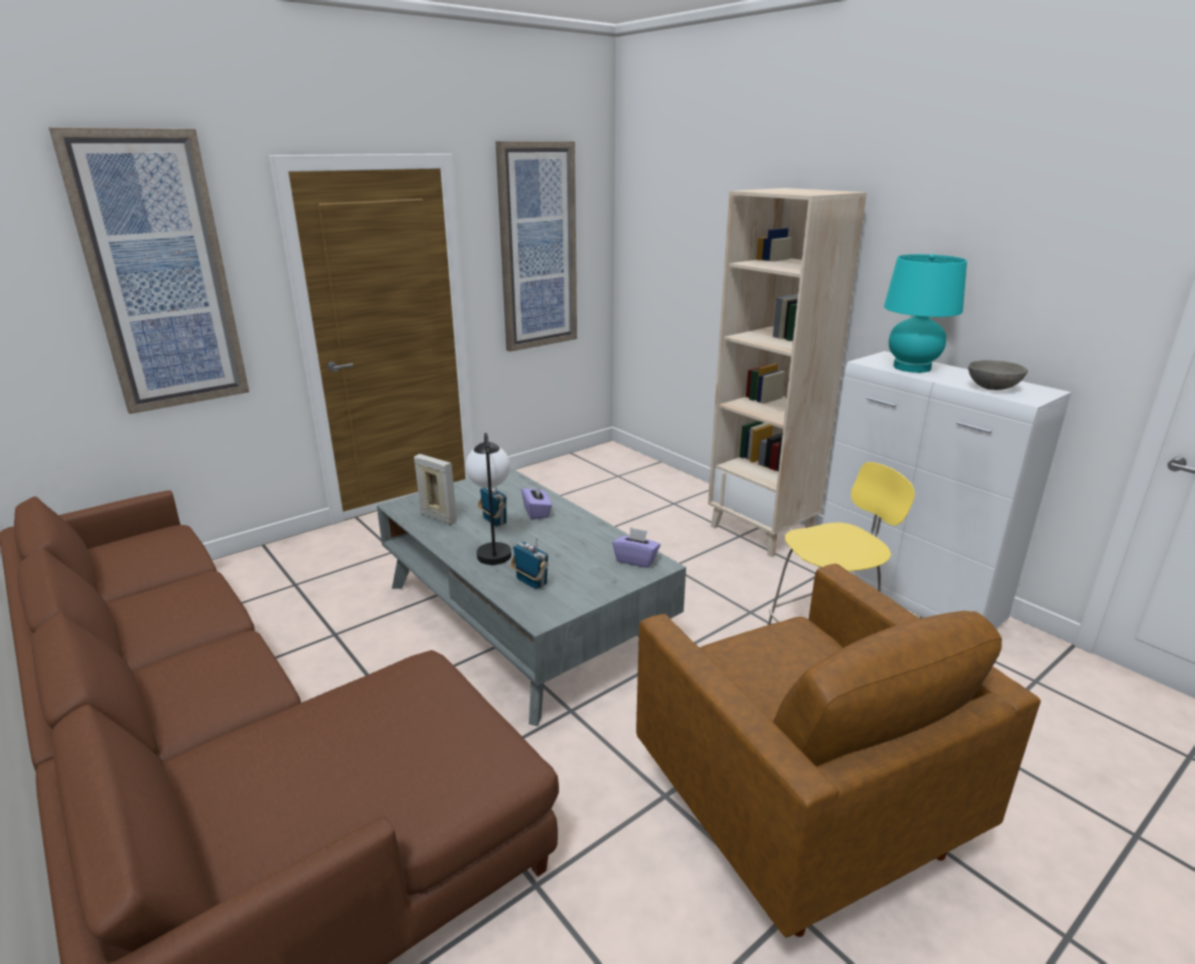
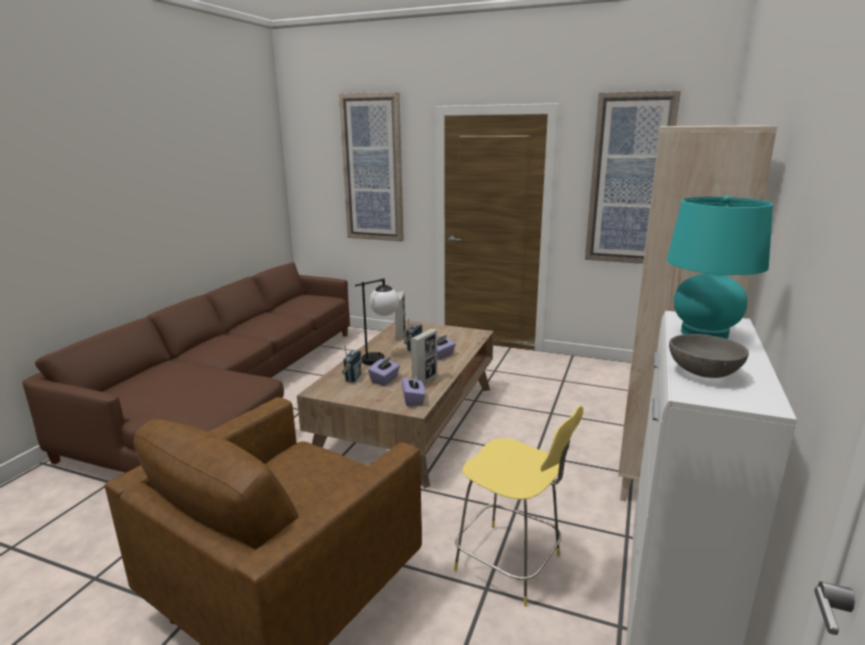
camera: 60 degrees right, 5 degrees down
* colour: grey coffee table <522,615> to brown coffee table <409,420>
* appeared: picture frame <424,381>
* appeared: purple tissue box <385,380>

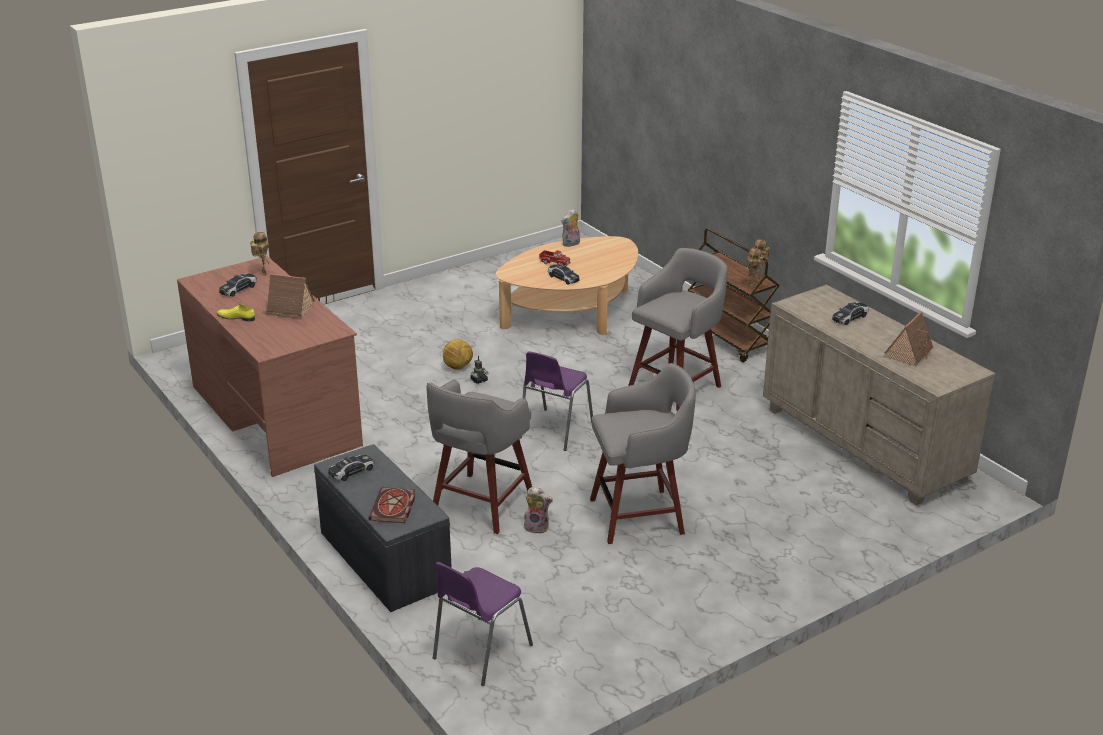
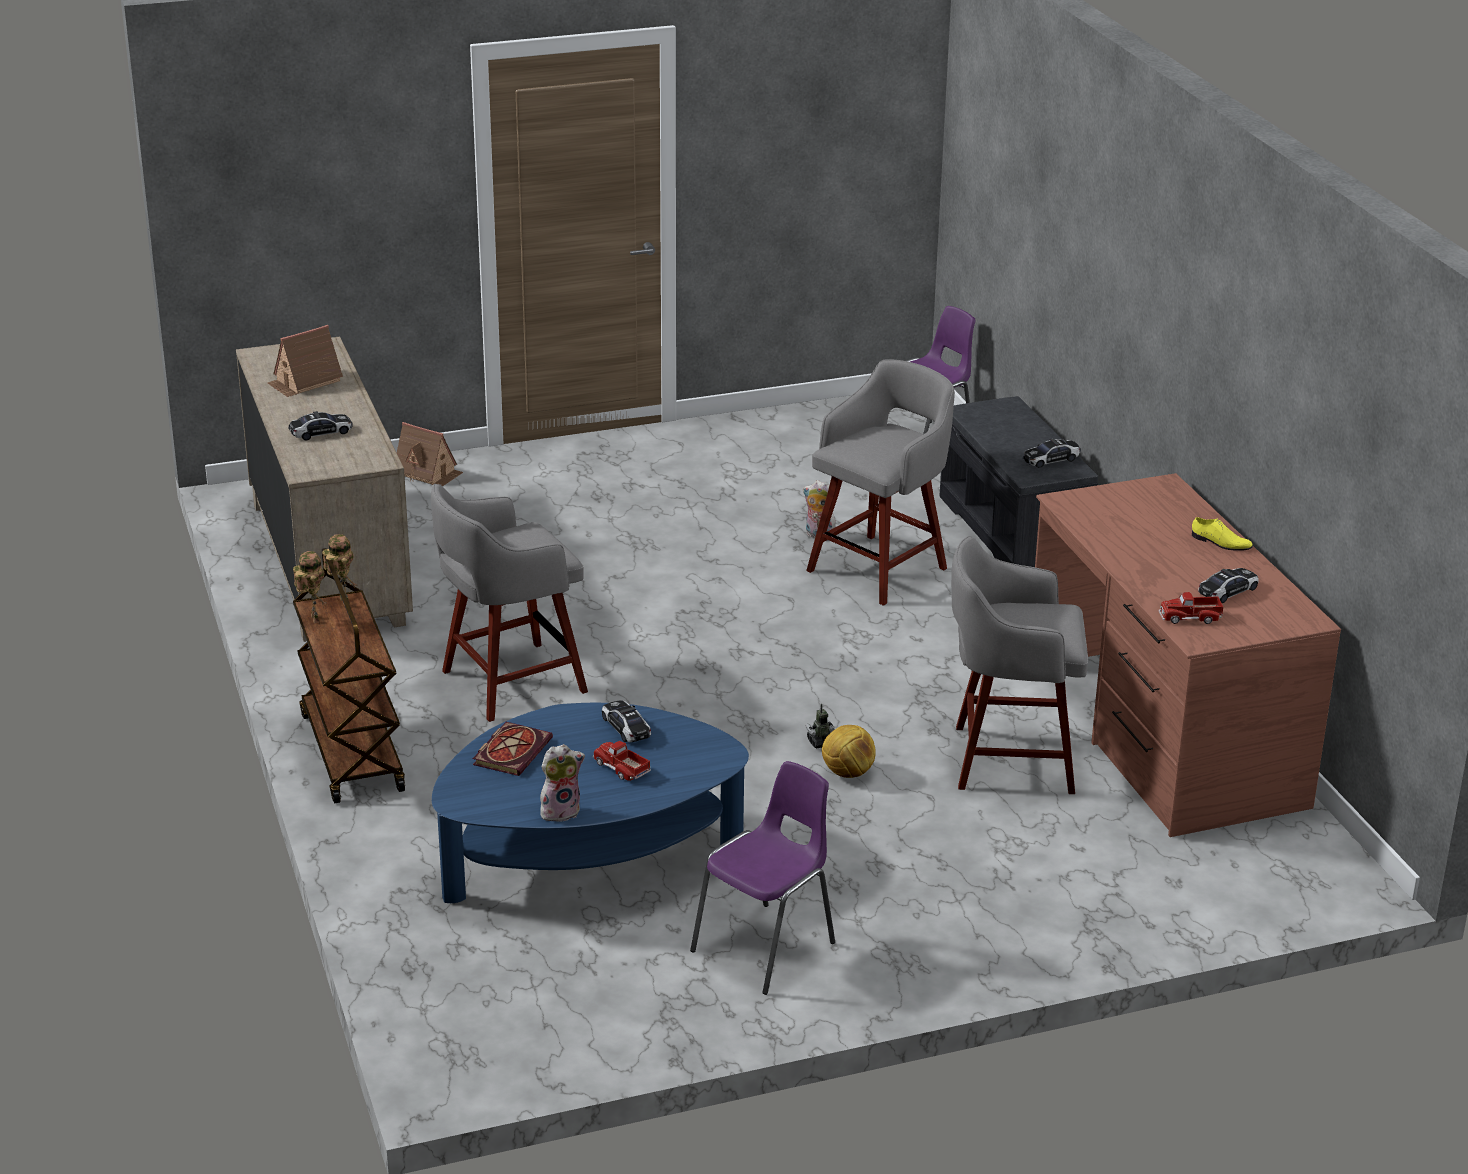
camera: 165 degrees left, 0 degrees up
* exchanged: toy robot <263,273> to toy truck <1190,617>
* colour: beige coffee table <572,313> to blue coffee table <588,856>
* relocated: toy house <288,310> to <428,473>
* relocated: purple chair <554,431> to <767,946>
* relocated: grey stool <640,516> to <1008,759>
* relocated: book <393,508> to <512,751>

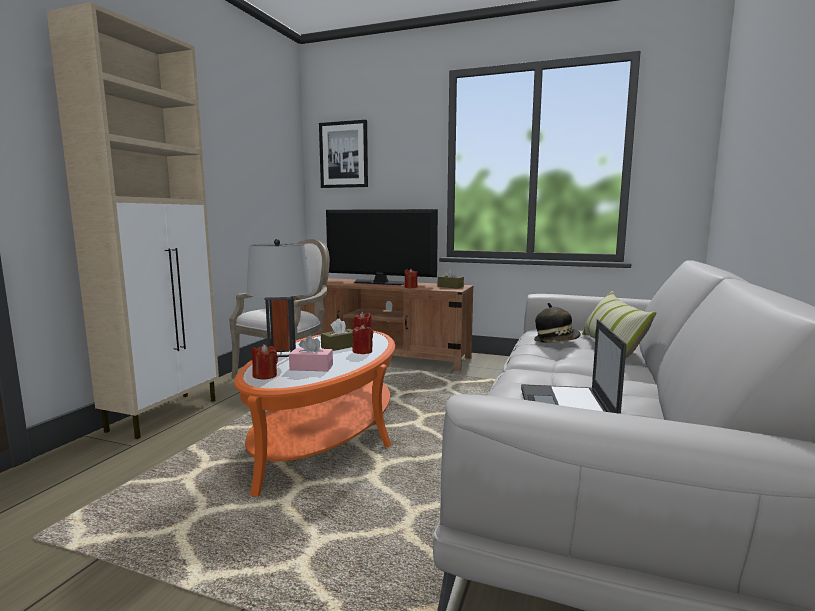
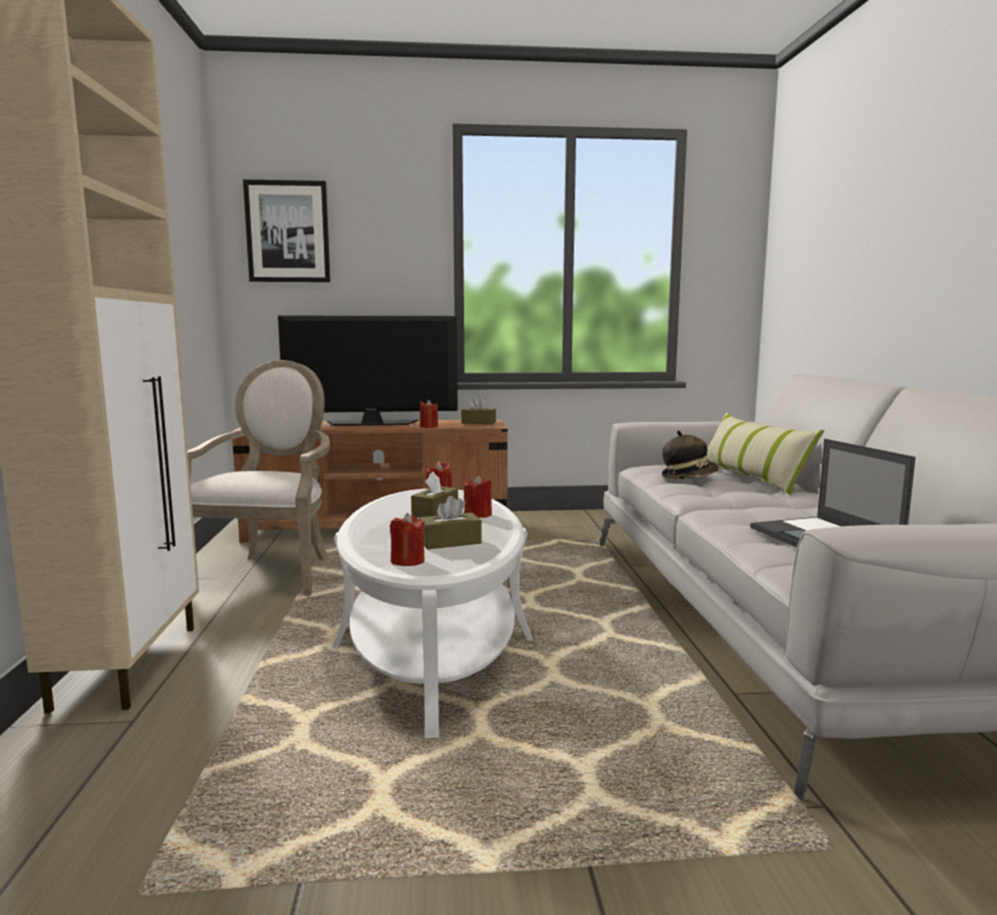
camera: 25 degrees left, 0 degrees up
* missing: grey table lamp <282,353>
* colour: orange coffee table <327,436> to white coffee table <434,643>
* colour: pink tissue box <311,367> to brown tissue box <450,542>

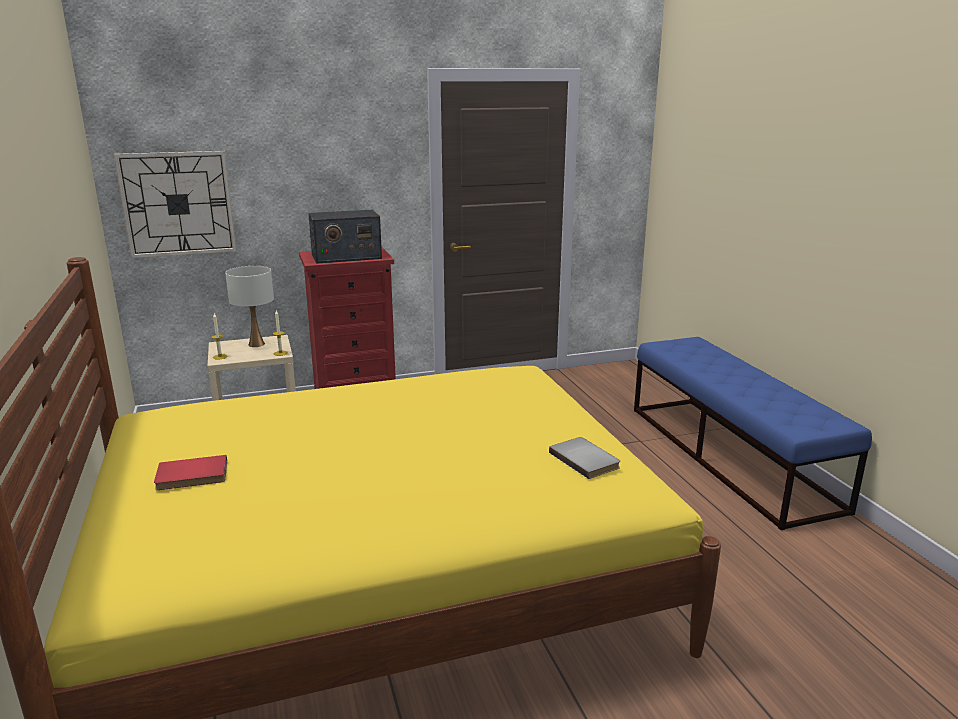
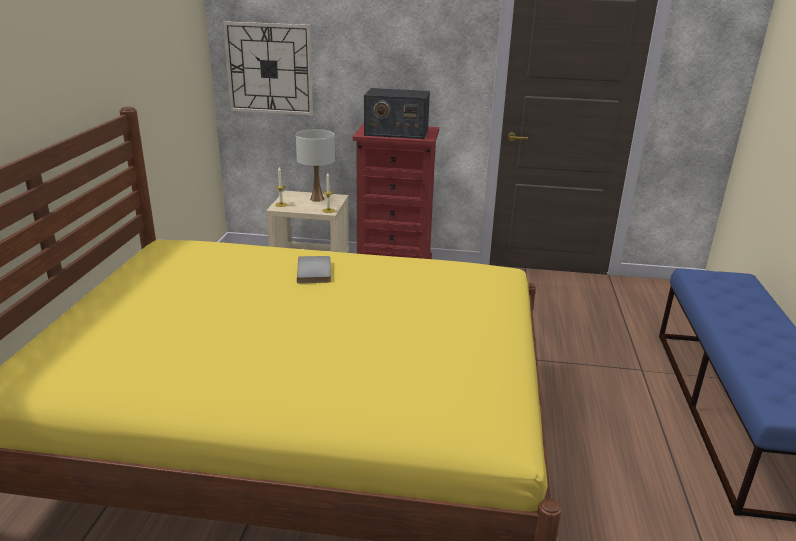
camera: 25 degrees right, 5 degrees up
* relocated: grey book <586,459> to <316,271>
* missing: red book <192,476>

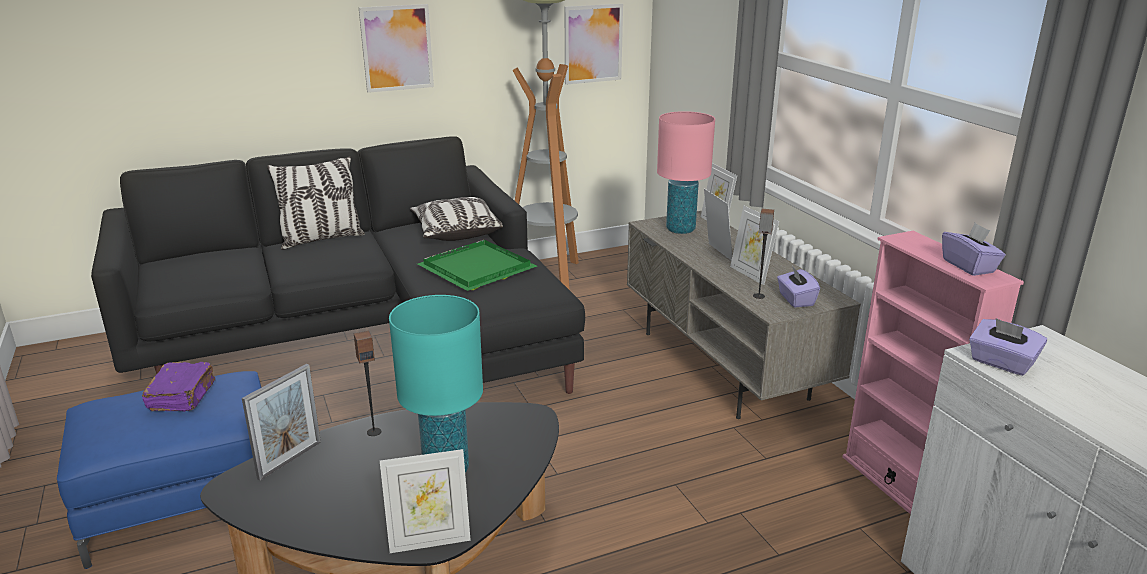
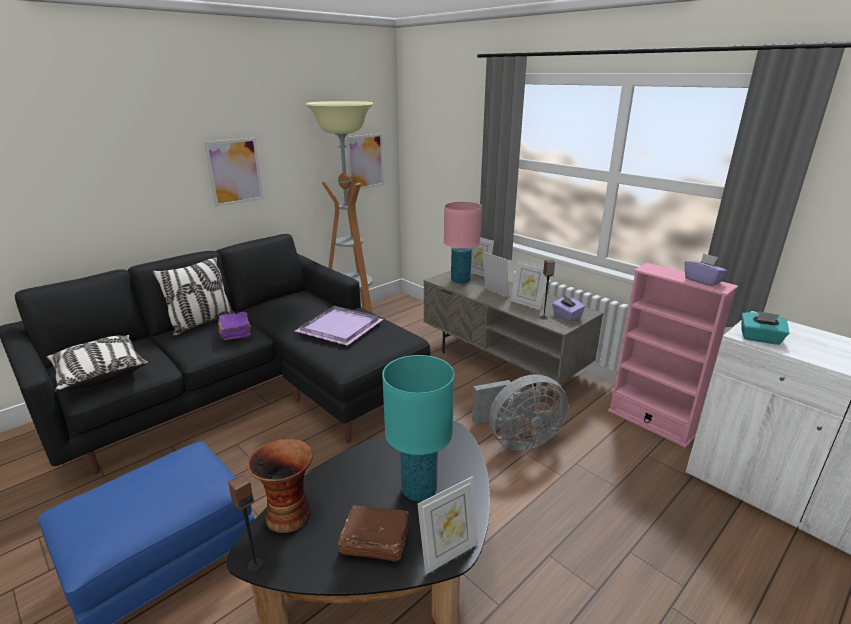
camera: 20 degrees left, 0 degrees up
* relocated: pillow <456,232> to <99,373>
* colour: green tray <476,269> to purple tray <340,328>
* colour: purple tissue box <1001,363> to turquoise tissue box <760,338>
* relocated: speaker <374,432> to <255,564>
* relocated: purple book <183,397> to <236,332>
* exchanged: picture frame <290,460> to vase <288,514>
* appeared: grey fan <517,440>
* appeared: brown book <374,542>

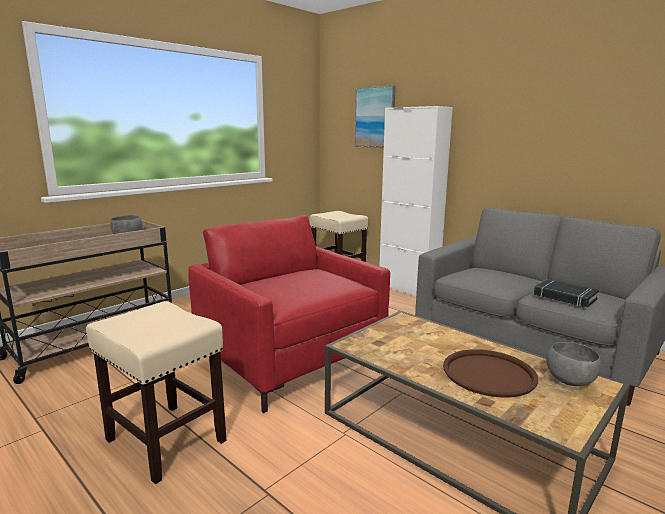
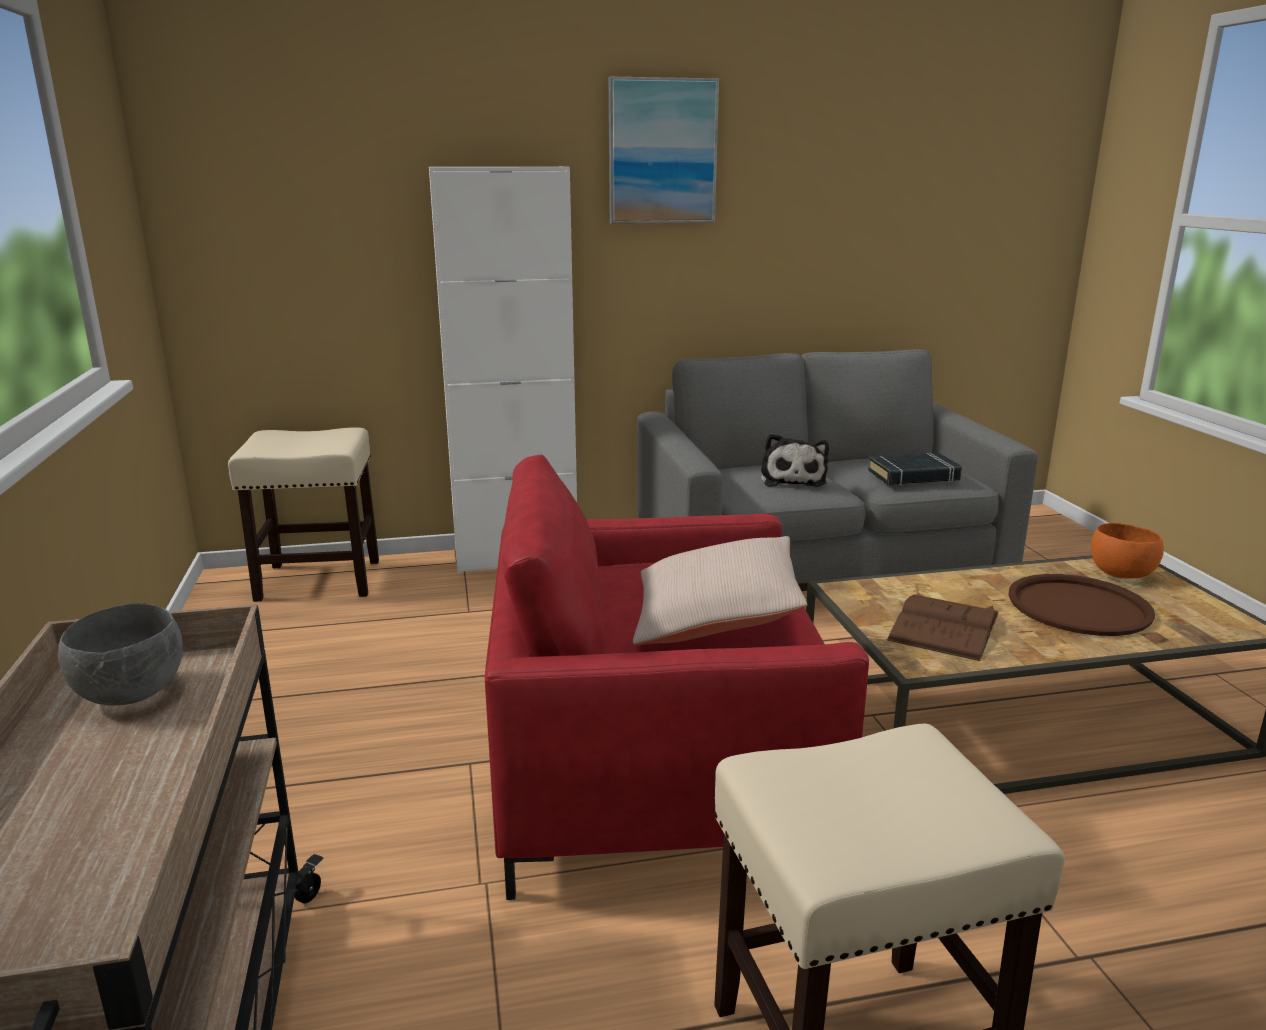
camera: 55 degrees left, 5 degrees up
* relocated: picture <375,117> to <662,152>
* colour: grey bowl <569,381> to orange bowl <1119,574>
* appeared: plush toy <792,479>
* appeared: beige pillow <715,618>
* appeared: brown book <944,626>

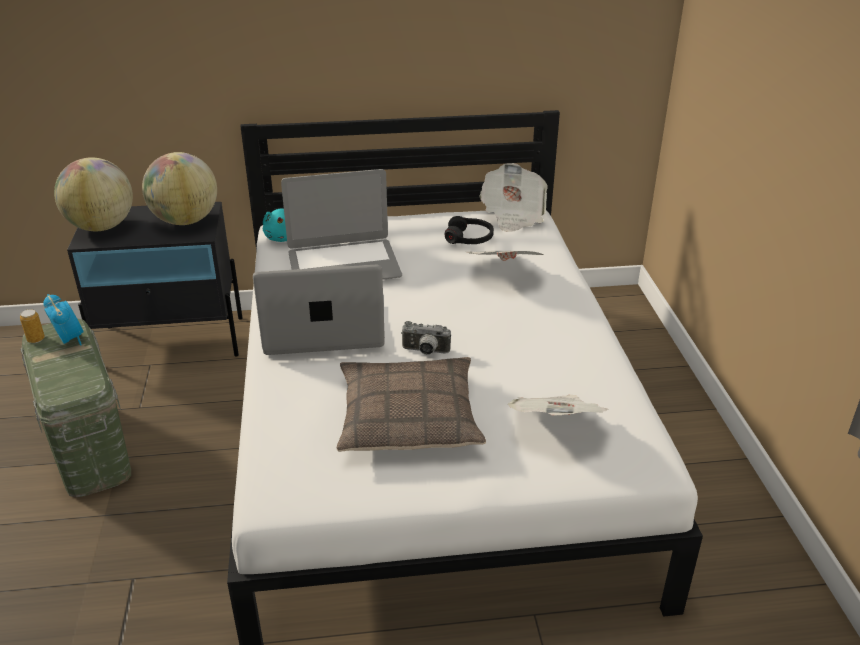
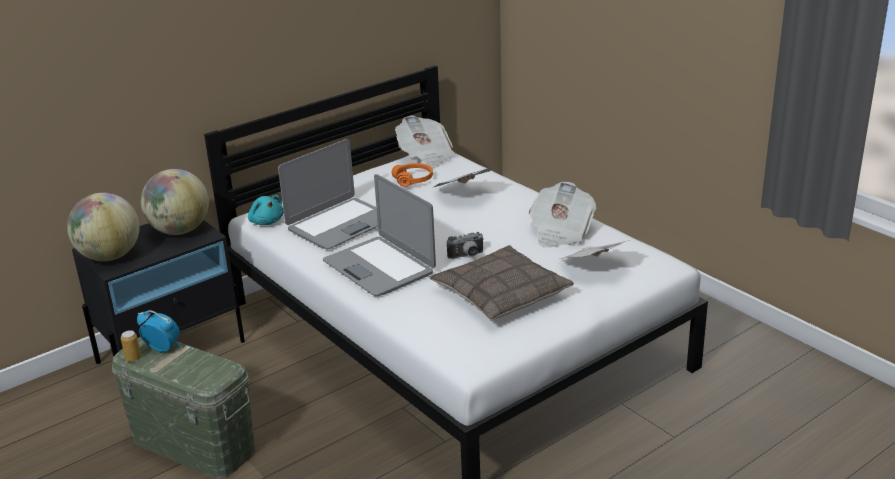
camera: 30 degrees left, 5 degrees down
* colour: black headphones <469,238> to orange headphones <413,179>
* spun: laptop <323,329> = <379,267> 90 degrees counterclockwise
* appeared: newspaper <560,232>

